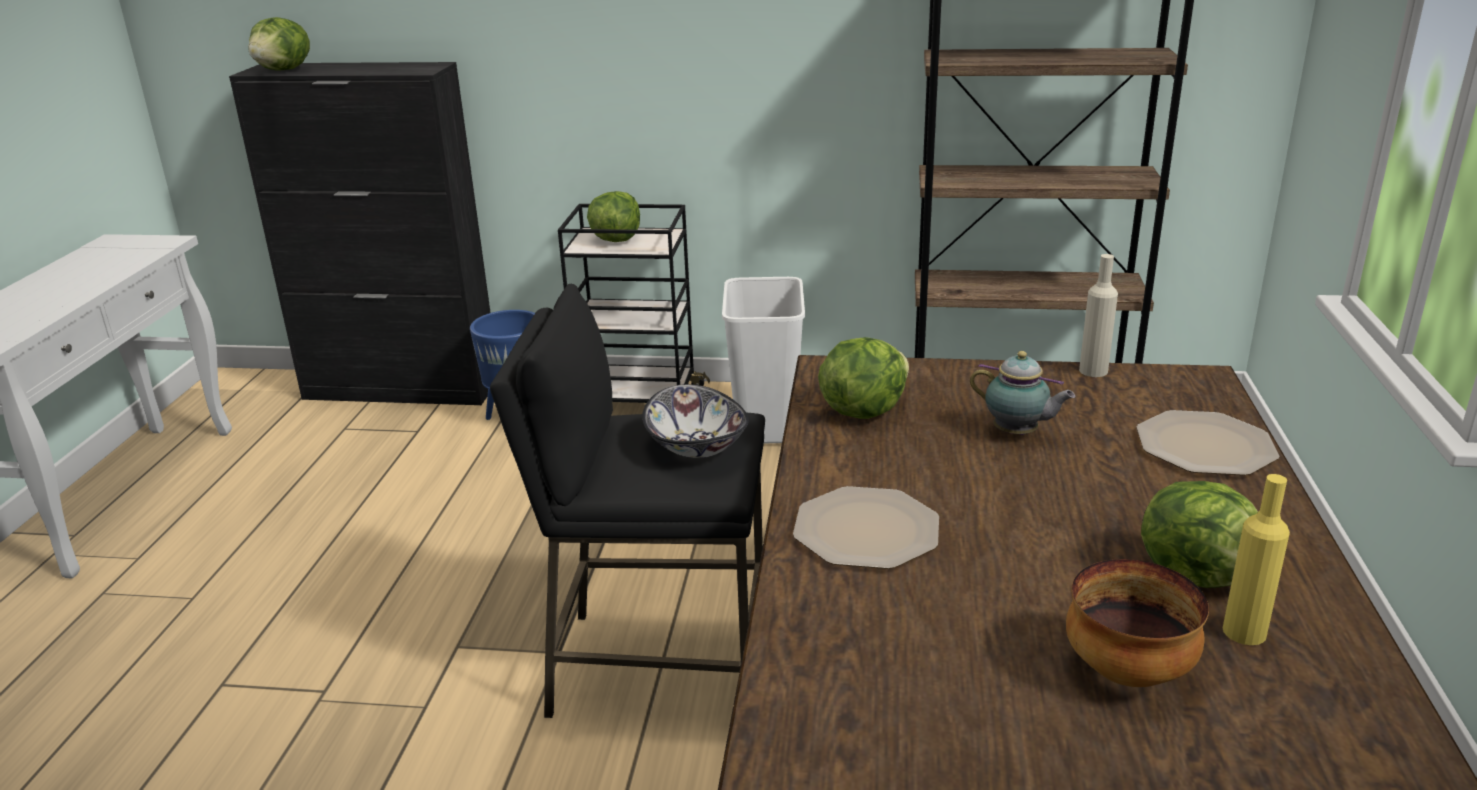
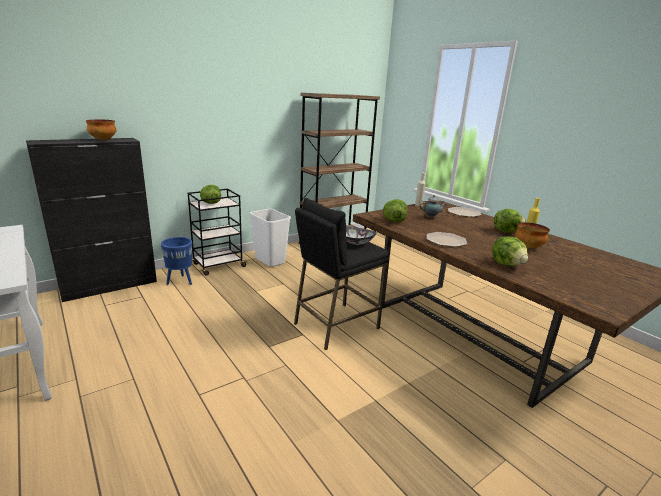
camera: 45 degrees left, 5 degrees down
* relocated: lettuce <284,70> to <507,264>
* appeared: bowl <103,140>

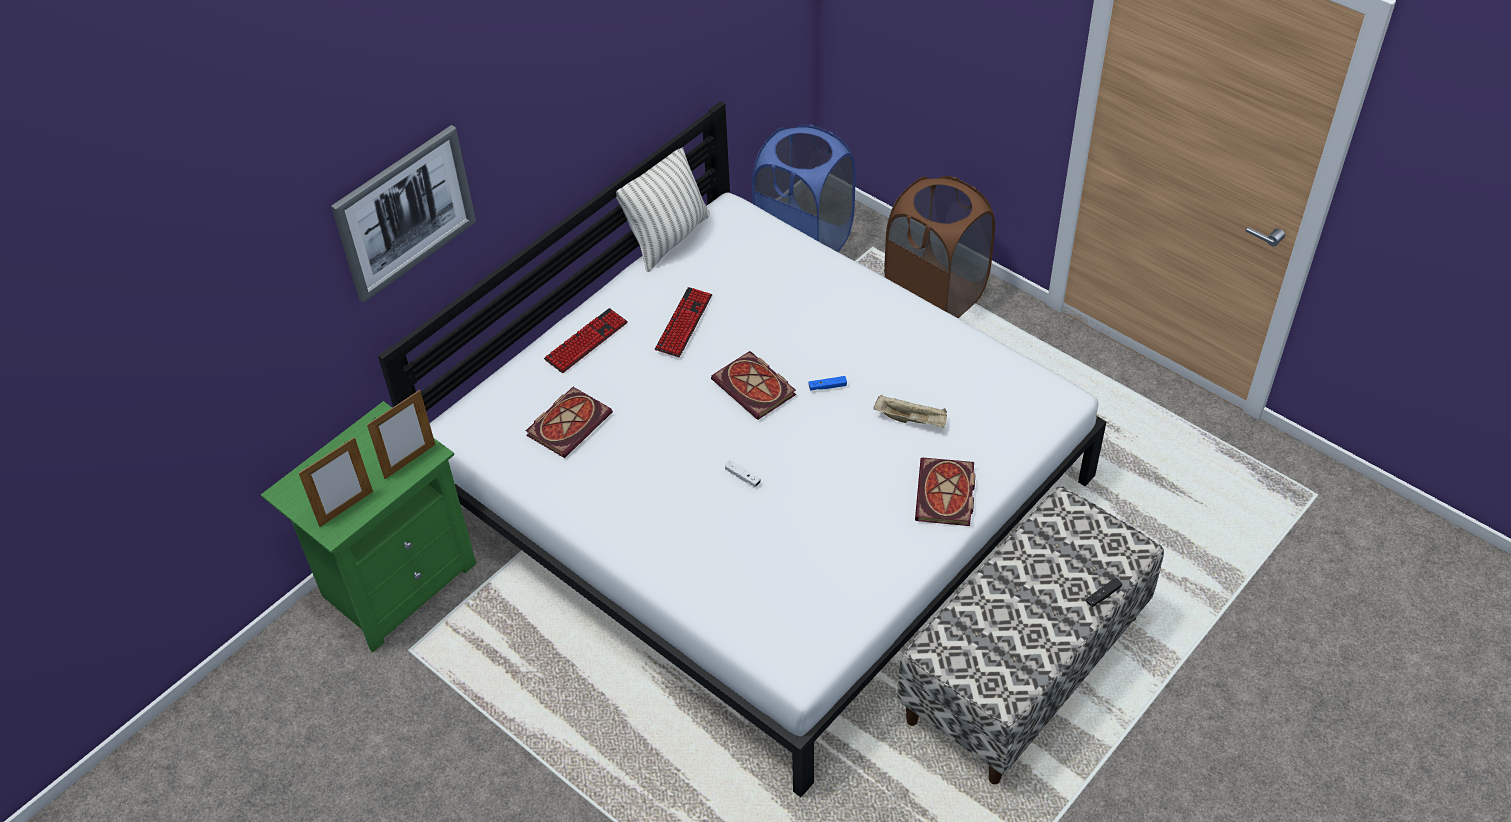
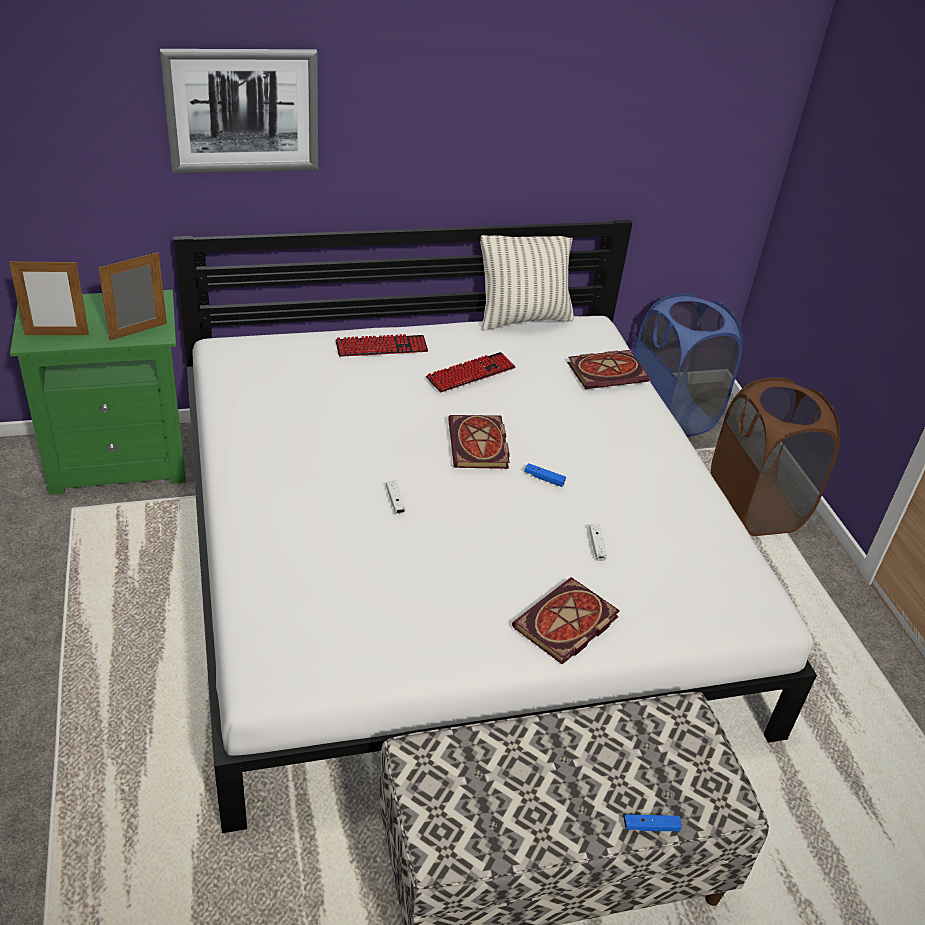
camera: 30 degrees right, 10 degrees down
* relocated: book <569,423> to <608,372>
* spun: picture frame <410,461> = <138,331> 150 degrees clockwise
* exchanged: beige tray <911,420> to white game controller <596,546>
* colour: black game controller <1103,595> to blue game controller <651,827>

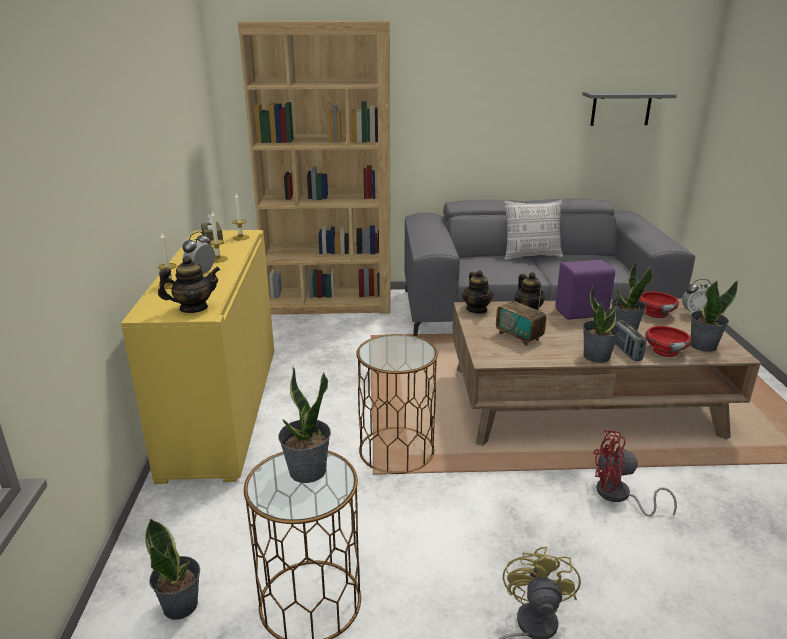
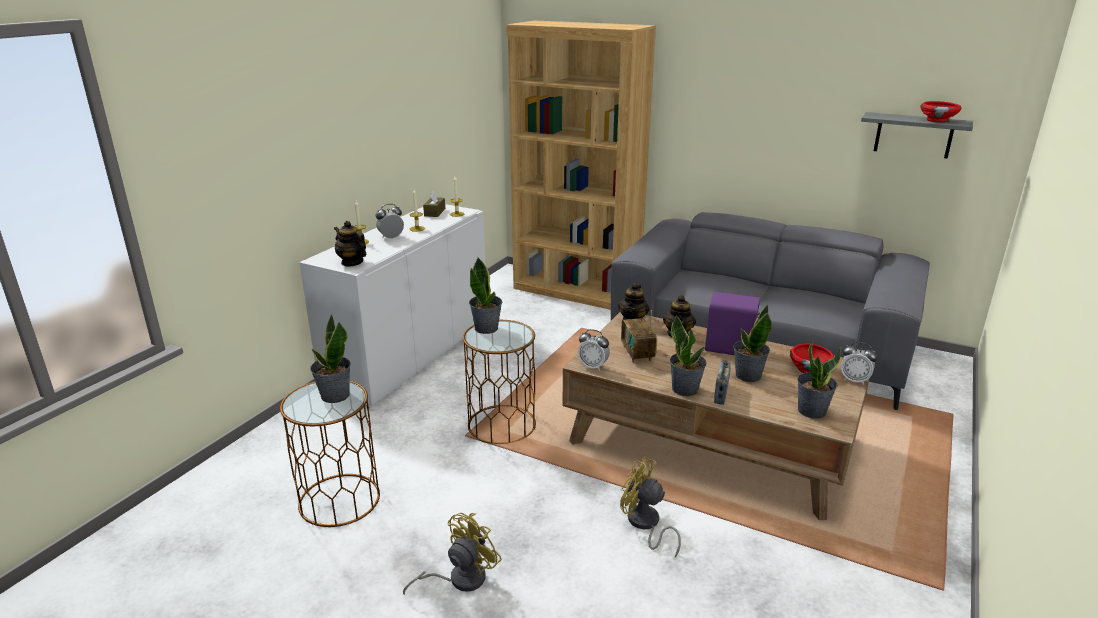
camera: 30 degrees right, 0 degrees up
* missing: pillow <531,256>
* colour: yellow cabinet <223,408> to white cabinet <410,354>
* spun: teapot <193,308> = <352,262> 150 degrees counterclockwise
* relocated: red bowl <665,351> to <937,120>
* colour: red fan <619,496> to yellow fan <645,525>
* relocated: potted plant <181,605> to <486,328>
* appeared: alarm clock <593,366>

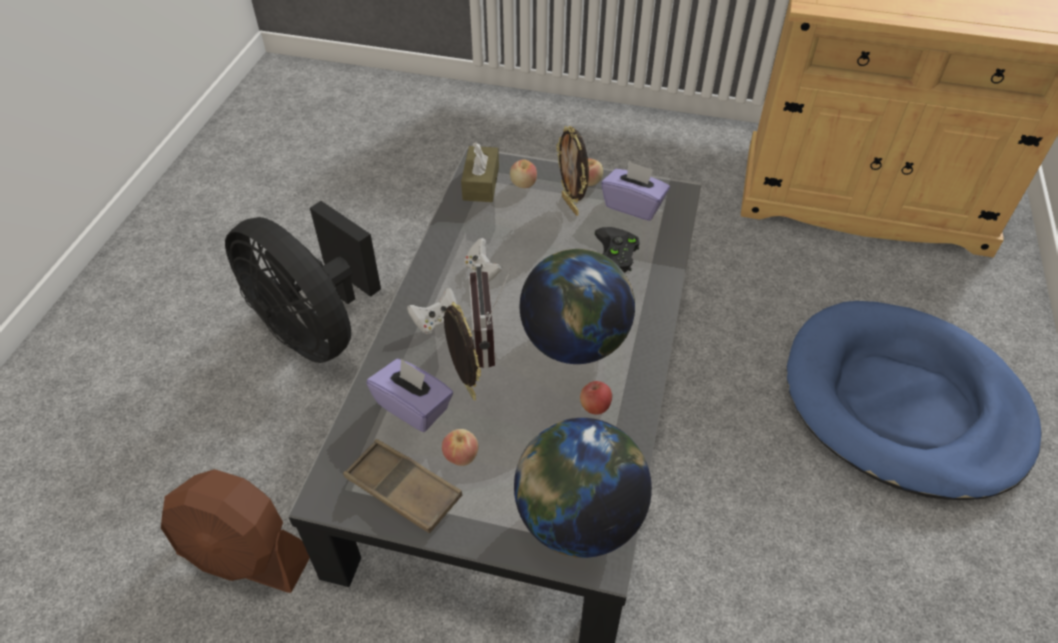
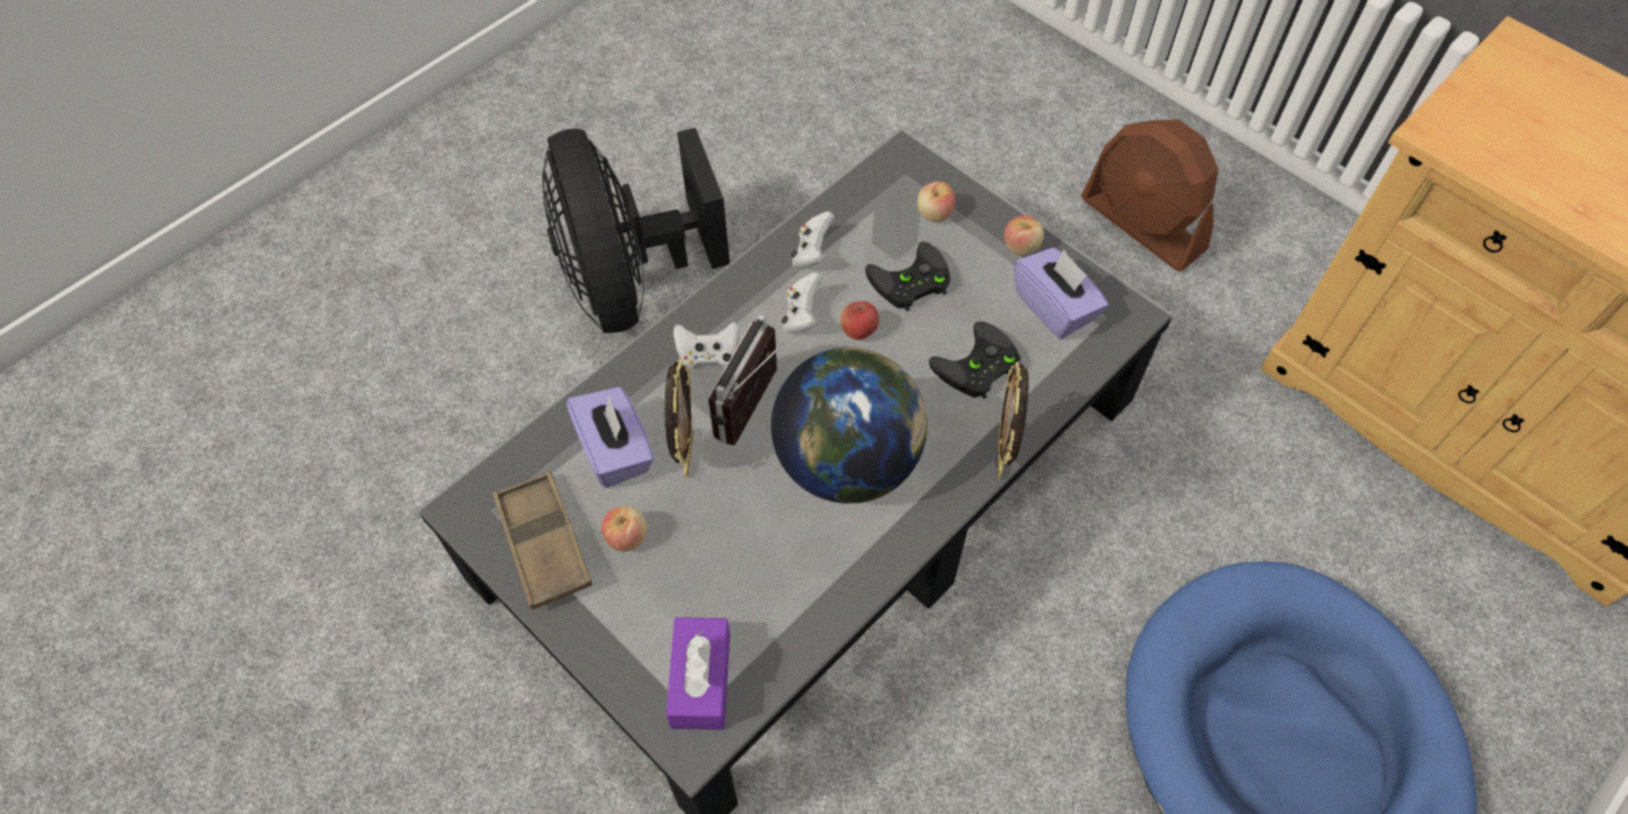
camera: 30 degrees right, 10 degrees up
* relocated: picture frame <571,205> to <1001,455>
* missing: brown tissue box <481,183>
* relocated: apple <595,406> to <859,330>
* exchanged: globe <578,519> to purple tissue box <701,680>
* relocated: brown fan <245,556> to <1143,224>
* appeared: white game controller <812,253>
* appeared: black game controller <909,283>

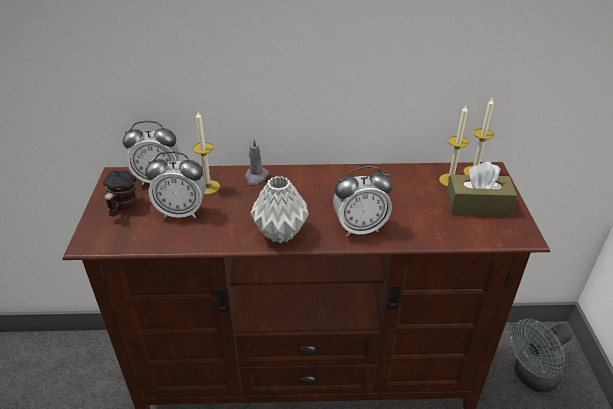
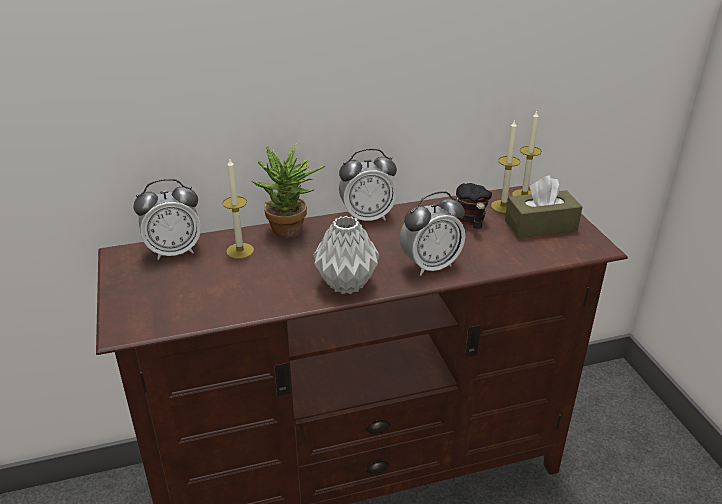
camera: 15 degrees left, 5 degrees down
* exchanged: grey candle <256,177> to potted plant <291,232>
* relocated: alarm clock <181,212> to <367,217>
* relocated: mug <122,208> to <471,223>
* missing: grey fan <531,377>

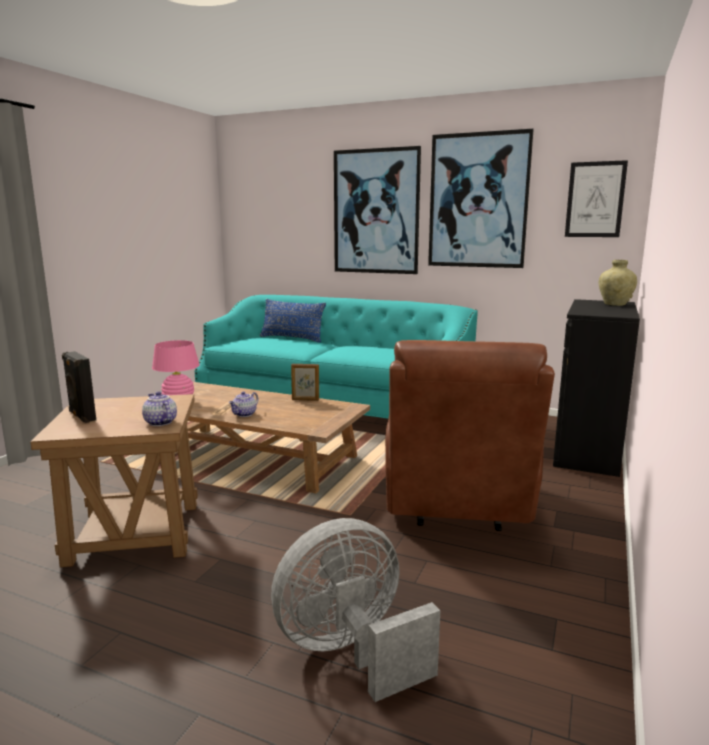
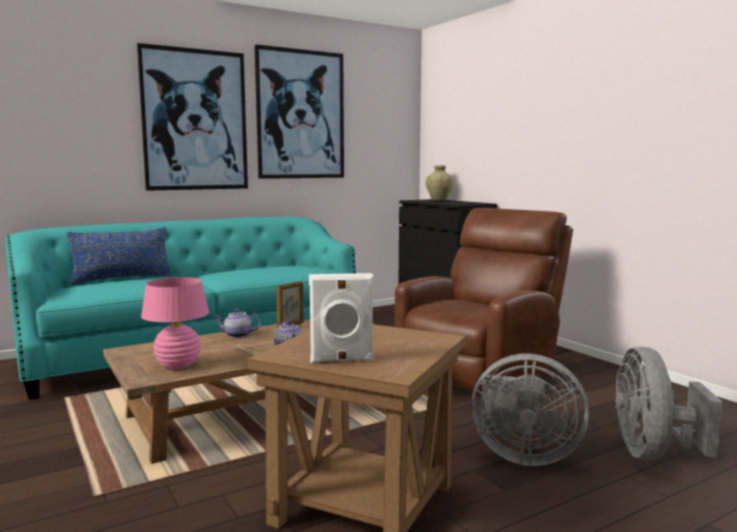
camera: 55 degrees left, 5 degrees down
* missing: picture <595,199>
* spun: brown armchair <456,507> = <481,371> 90 degrees counterclockwise
* colour: black speaker <81,416> to white speaker <341,360>
* relocated: teapot <159,422> to <237,335>
* appeared: grey fan <522,455>

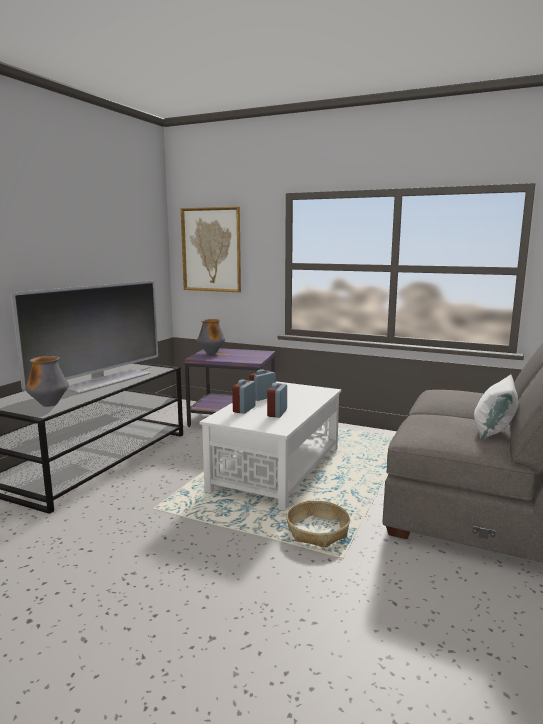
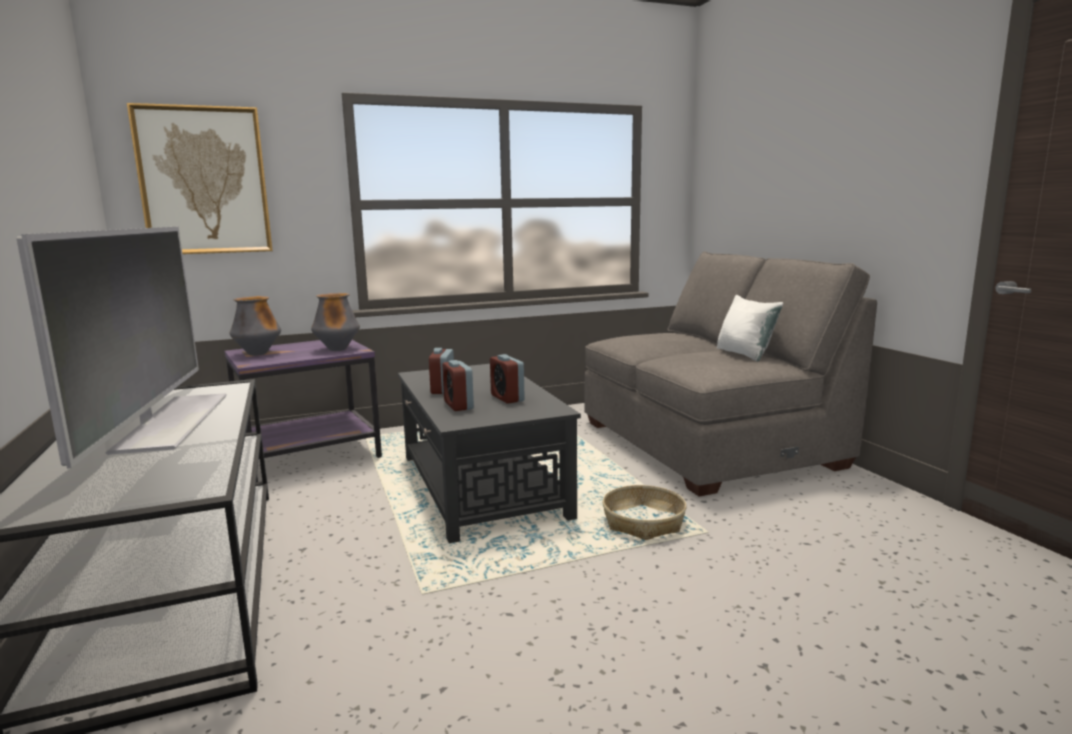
camera: 45 degrees left, 0 degrees up
* relocated: vase <49,405> to <337,349>
* colour: white coffee table <276,469> to black coffee table <481,486>

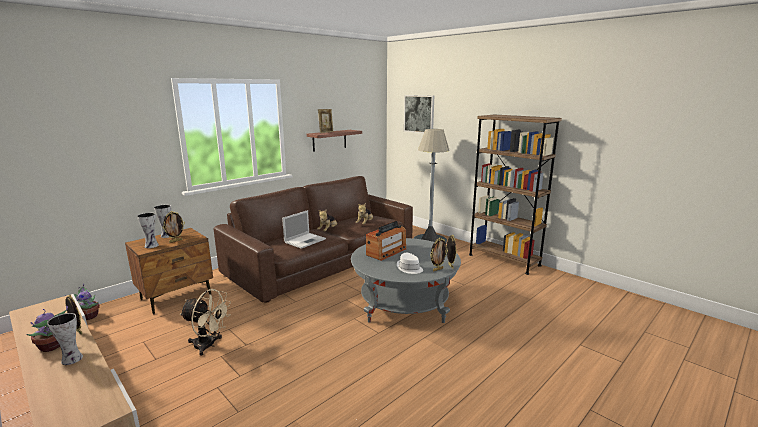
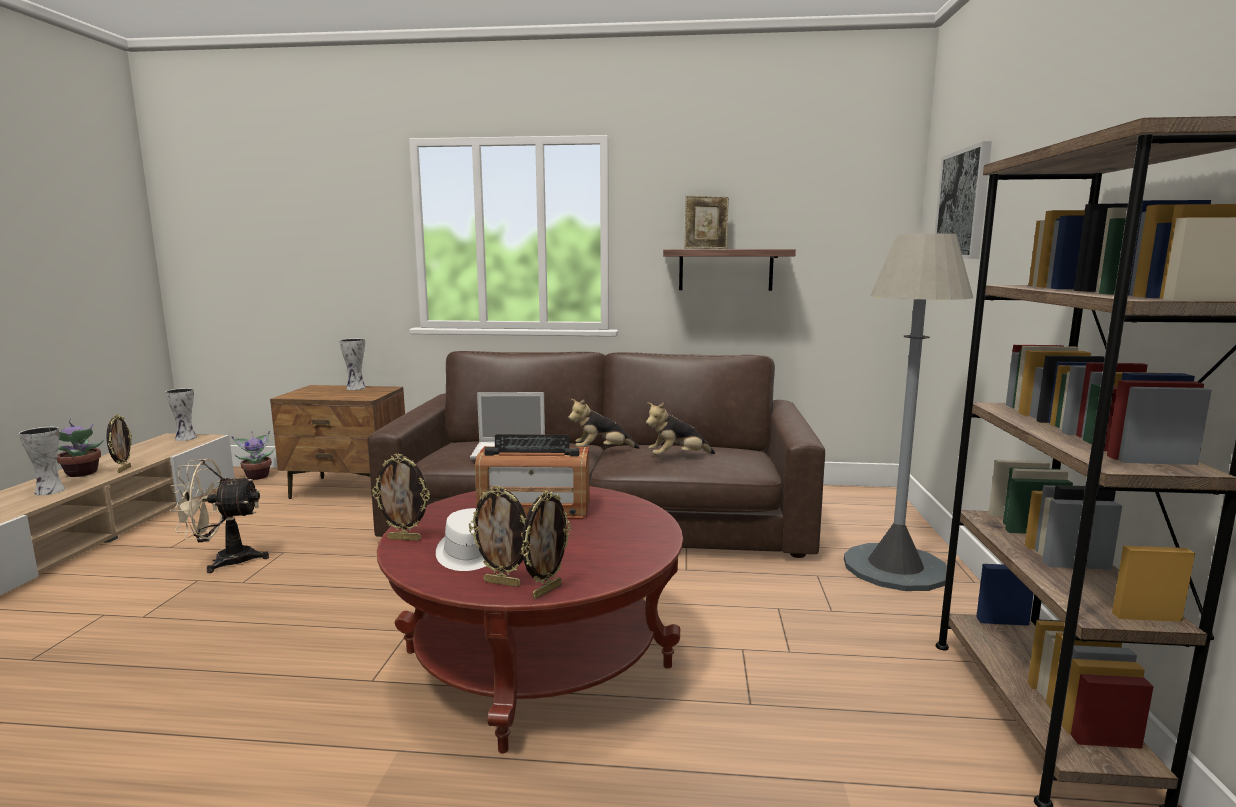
camera: 50 degrees right, 5 degrees down
* relocated: picture frame <176,241> to <405,539>
* relocated: vase <152,245> to <186,438>
* colour: grey coffee table <404,303> to red coffee table <537,658>
* spun: beige fan <209,345> = <224,560> 105 degrees clockwise

